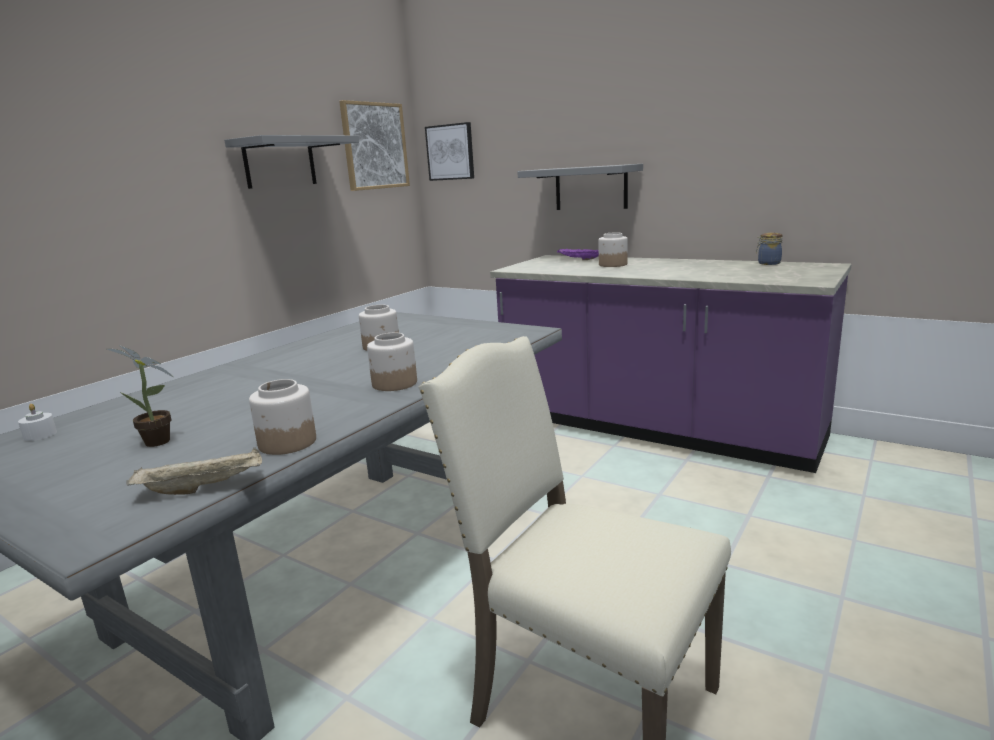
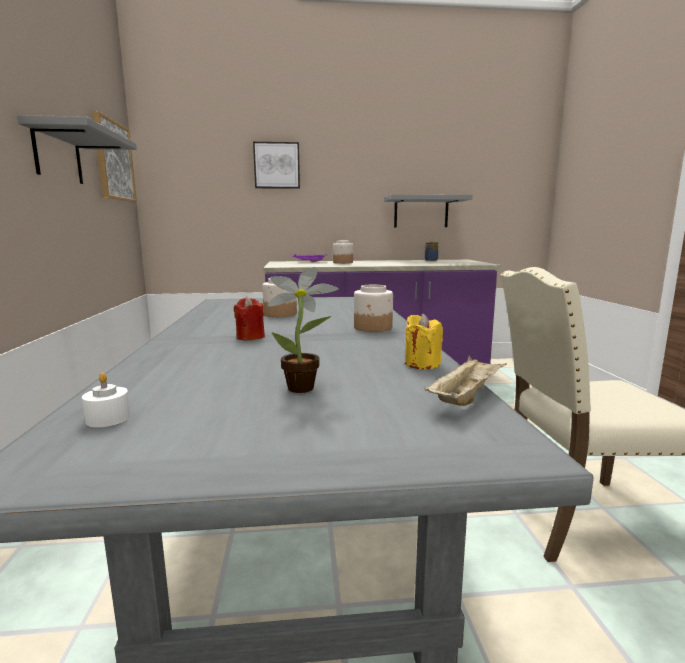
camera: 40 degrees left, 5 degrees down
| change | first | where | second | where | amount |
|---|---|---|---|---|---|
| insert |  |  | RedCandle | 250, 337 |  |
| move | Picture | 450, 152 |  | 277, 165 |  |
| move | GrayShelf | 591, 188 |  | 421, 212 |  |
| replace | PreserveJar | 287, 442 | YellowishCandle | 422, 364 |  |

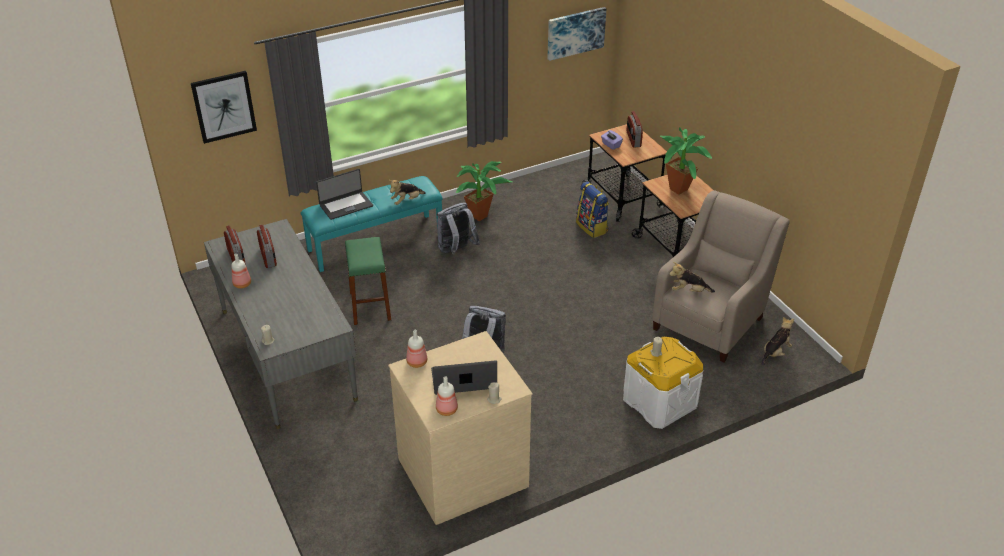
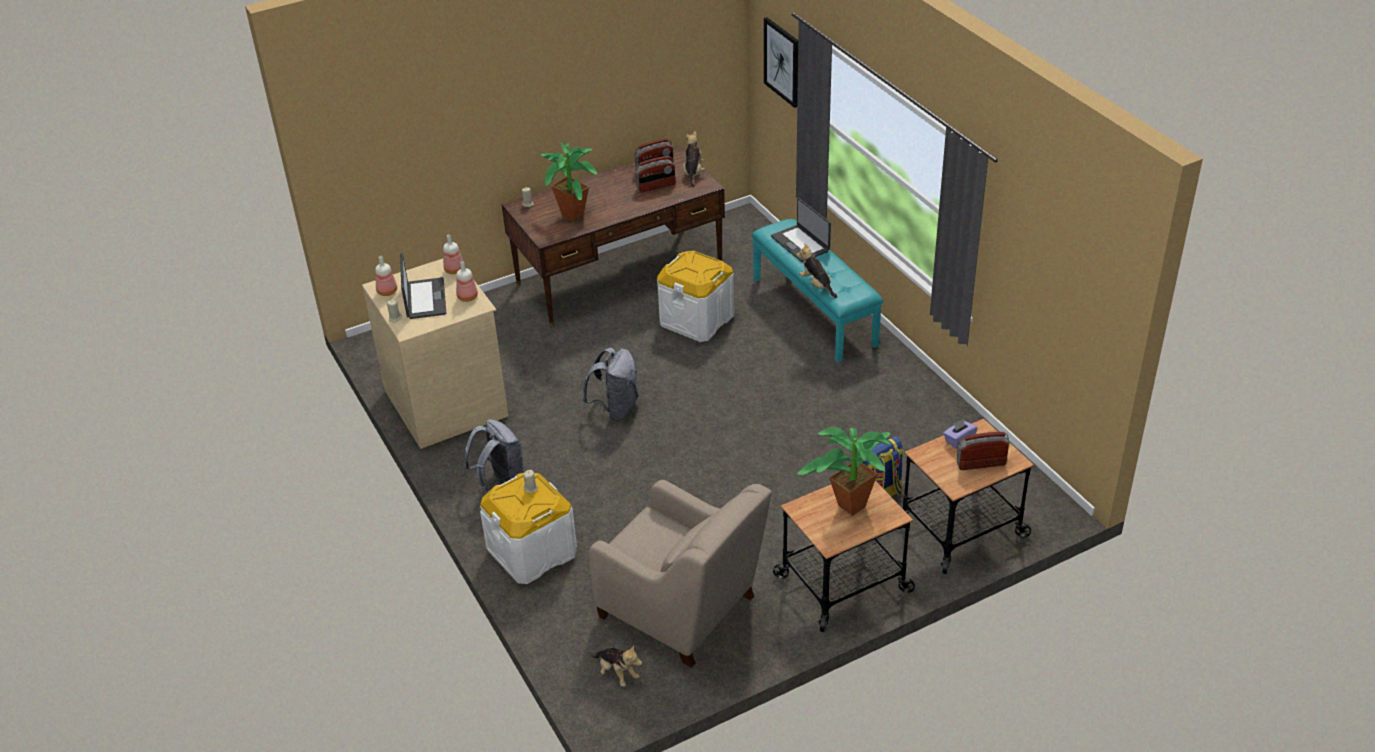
camera: 90 degrees right, 0 degrees up
| change | first | where | second | where | amount |
|---|---|---|---|---|---|
| delete | Picture | 575, 32 |  |  |  |
| move | Bottle | 243, 284 |  | 468, 297 |  |
| move | GrayKnapsack | 456, 250 |  | 500, 483 |  |
| move | PlantInAPot | 482, 215 |  | 574, 217 |  |
| move | SoftToy | 689, 291 |  | 693, 173 |  |
| replace | GreenishStoolSeat | 370, 306 | WhitishStorageBin | 696, 320 |  |
| recolor | GrayDeskTable | 287, 354 | BrownDeskTable | 619, 275 |  |

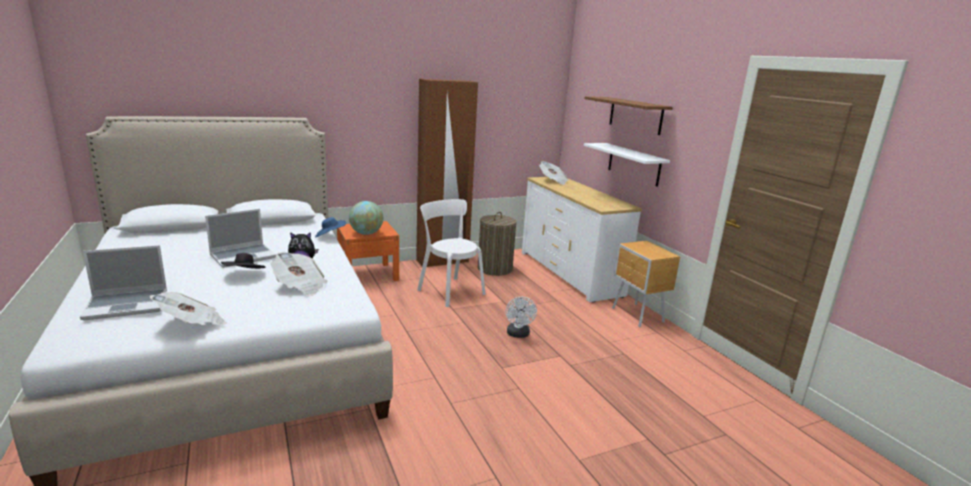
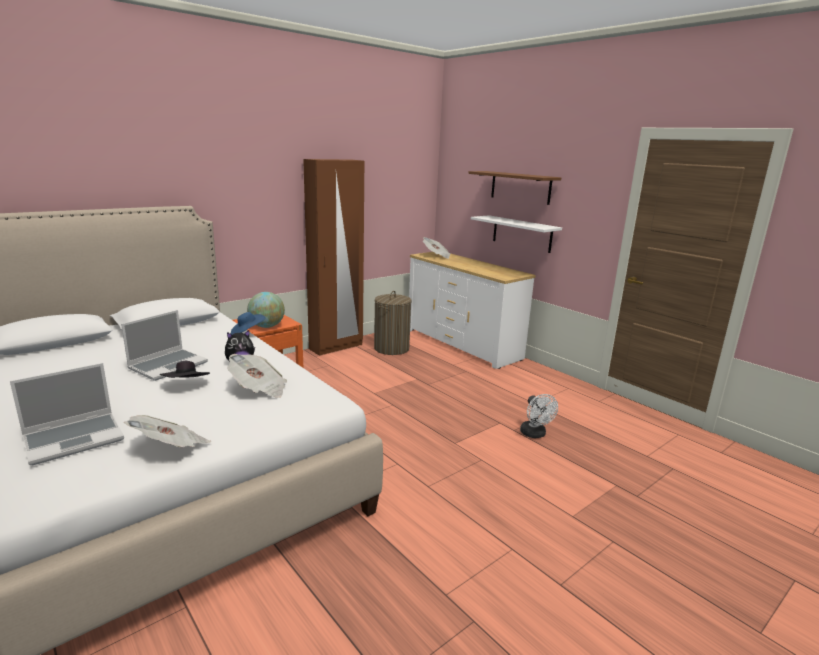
camera: 15 degrees left, 0 degrees up
| change | first | where | second | where | amount |
|---|---|---|---|---|---|
| delete | WhitishUprightChair | 449, 290 |  |  |  |
| delete | BrownBedsideTable | 637, 316 |  |  |  |
| move | WhitishElectricFan | 518, 335 |  | 535, 434 |  |

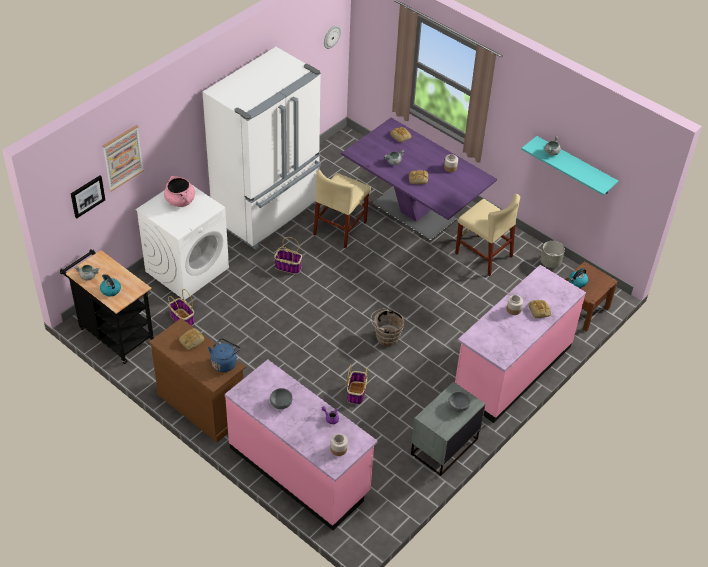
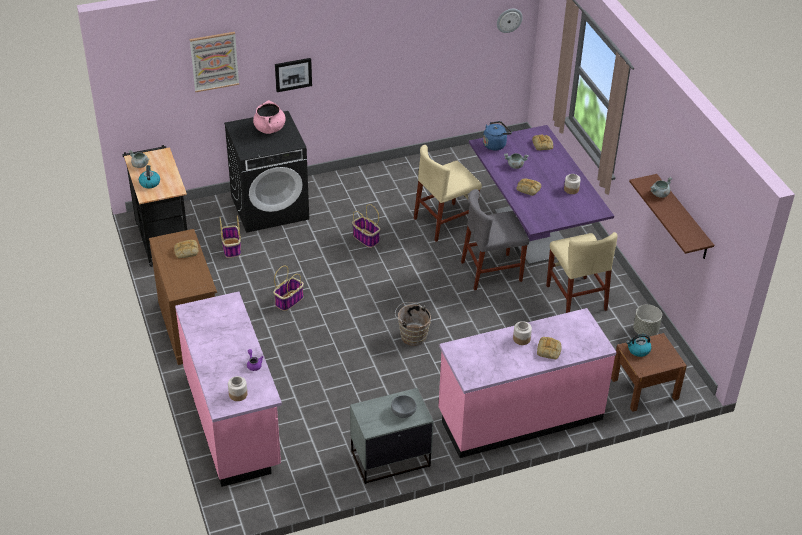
camera: 30 degrees right, 5 degrees down
| change | first | where | second | where | amount |
|---|---|---|---|---|---|
| delete | WhitishFridge | 268, 213 |  |  |  |
| delete | GrayBowl | 281, 403 |  |  |  |
| insert |  |  | GrayUprightChair | 491, 271 |  |
| move | Picture | 87, 196 |  | 293, 74 |  |
| move | BlueColouredTeaKettle | 224, 363 |  | 495, 144 |  |
| move | Basket | 356, 392 |  | 289, 300 |  |
| recolor | WhitishLaundryAppliance | 187, 269 | BlackishLaundryAppliance | 270, 207 |  |
| recolor | TurquoiseShelf | 575, 166 | BrownShelf | 682, 218 |  |

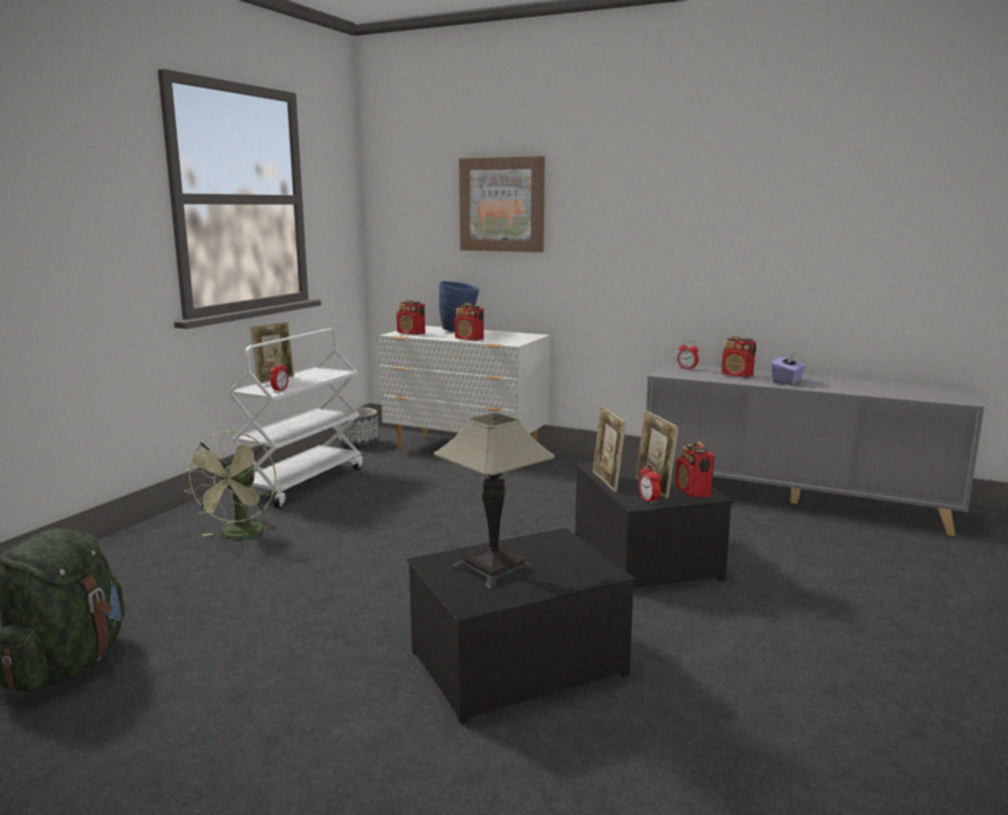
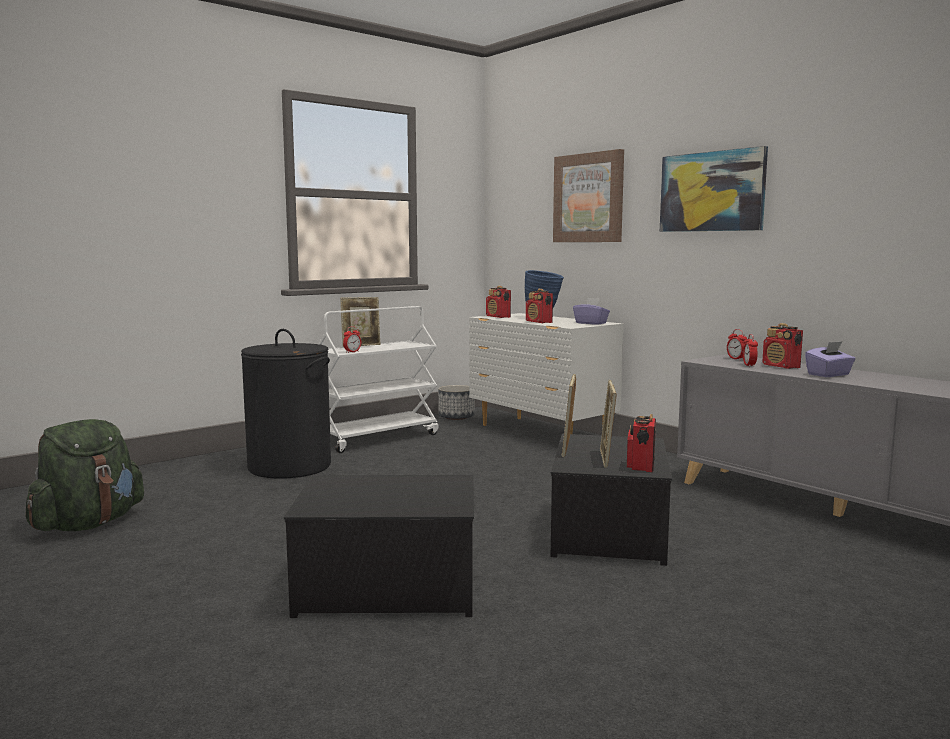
camera: 25 degrees right, 5 degrees down
| change | first | where | second | where | amount |
|---|---|---|---|---|---|
| delete | TabletopLamp | 494, 568 |  |  |  |
| insert |  |  | PurpleTissueHolder | 591, 323 |  |
| insert |  |  | Picture | 712, 191 |  |
| move | BedsideClock | 648, 500 |  | 749, 366 |  |
| replace | GreenishElectricFan | 240, 535 | BlackishHamper | 290, 466 |  |

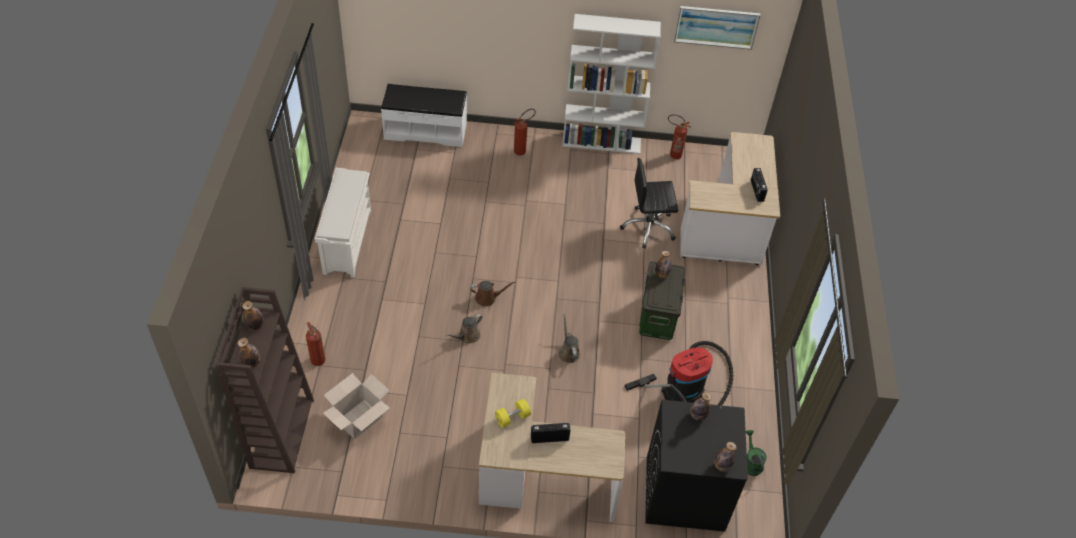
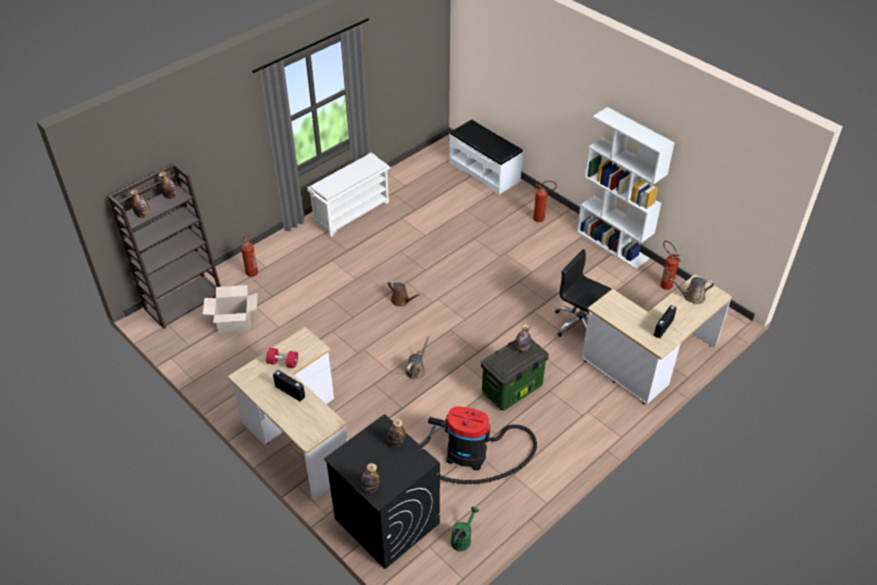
camera: 45 degrees right, 5 degrees down
| change | first | where | second | where | amount |
|---|---|---|---|---|---|
| delete | Picture | 716, 26 |  |  |  |
| move | BrownWateringPot | 467, 336 |  | 692, 297 |  |
| recolor | YellowishDumbbell | 512, 418 | RedDumbbell | 283, 363 |  |

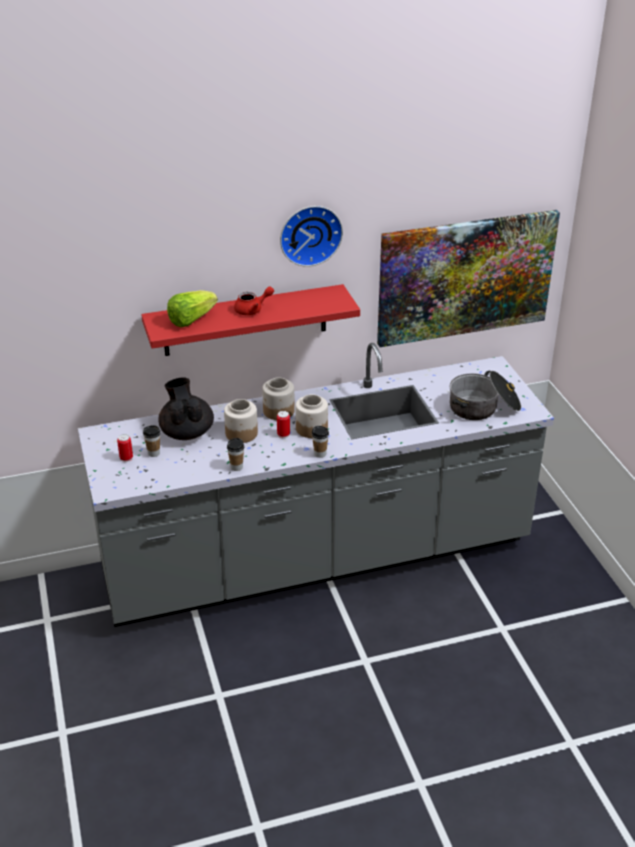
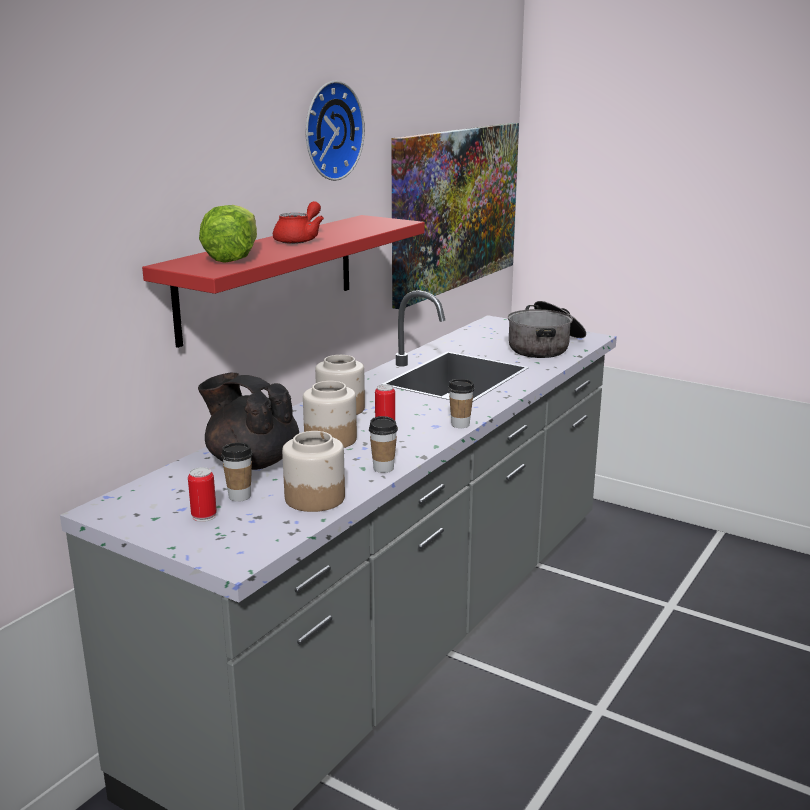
camera: 40 degrees left, 15 degrees down
| change | first | where | second | where | amount |
|---|---|---|---|---|---|
| move | PreserveJar | 312, 428 |  | 315, 498 |  |

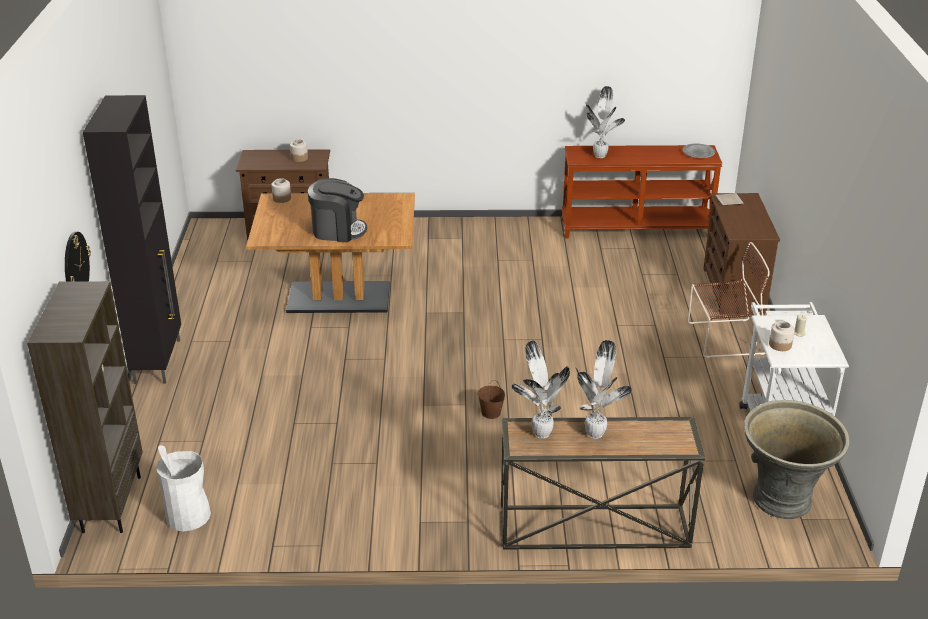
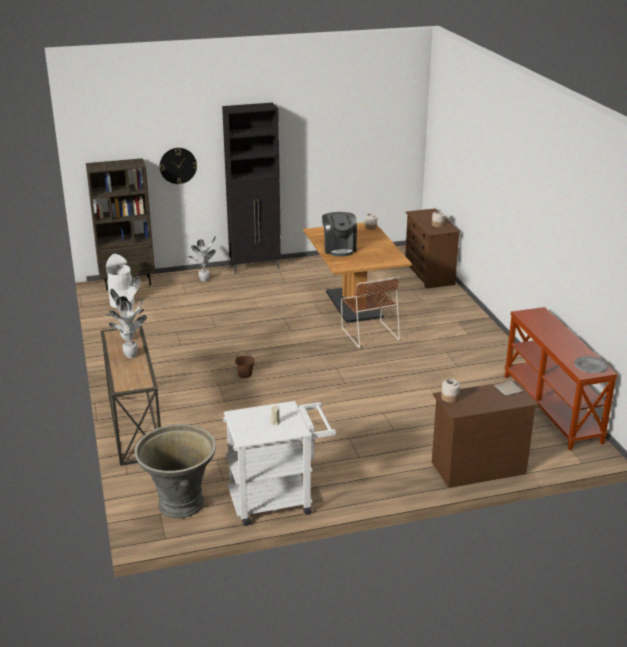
camera: 75 degrees right, 5 degrees down
| change | first | where | second | where | amount |
|---|---|---|---|---|---|
| move | PlantInAPot | 600, 155 |  | 205, 280 |  |
| move | BrownUprightChair | 723, 338 |  | 369, 333 |  |
| move | PreserveJar | 780, 345 |  | 450, 398 |  |

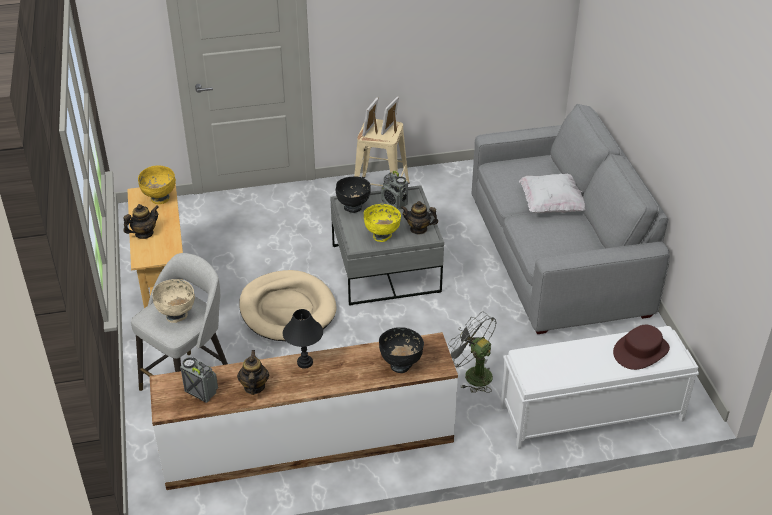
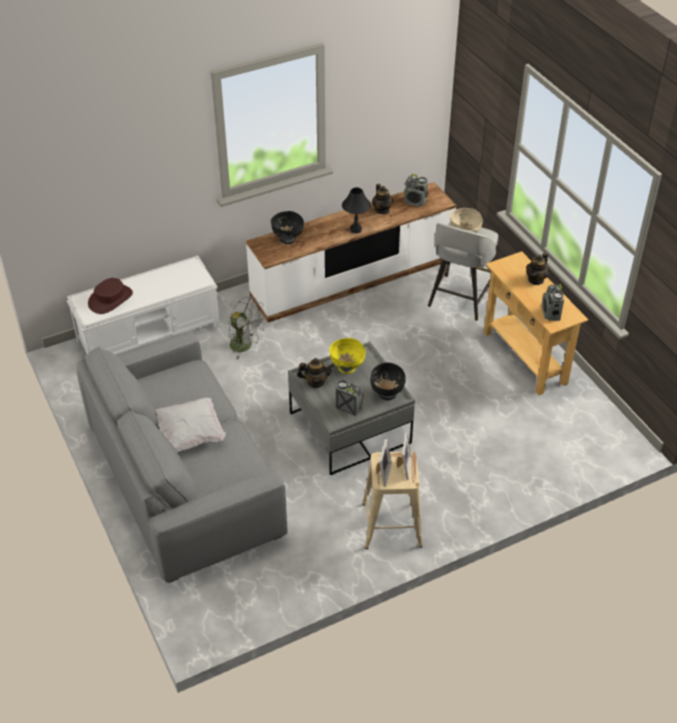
camera: 165 degrees right, 5 degrees up
| change | first | where | second | where | amount |
|---|---|---|---|---|---|
| delete | BeigeColouredPetBed | 287, 309 |  |  |  |
| replace | YellowishBowl | 159, 199 | Radio | 550, 314 |  |

